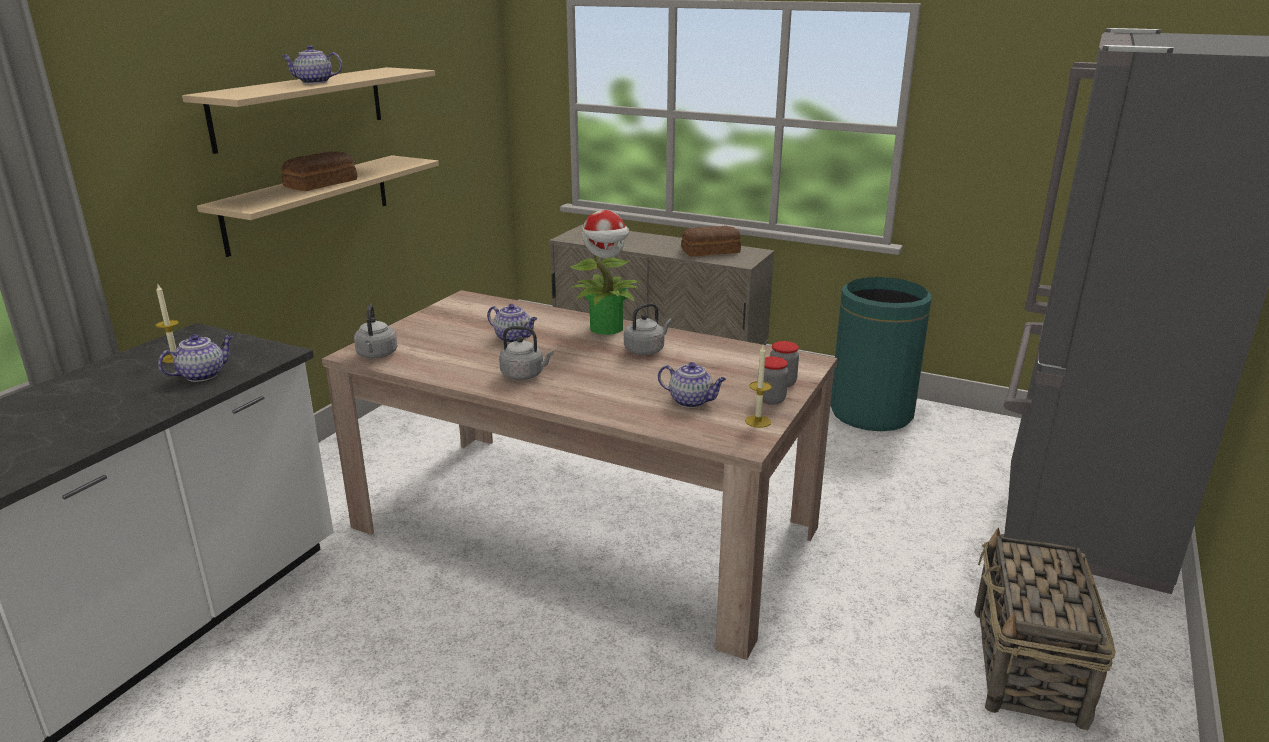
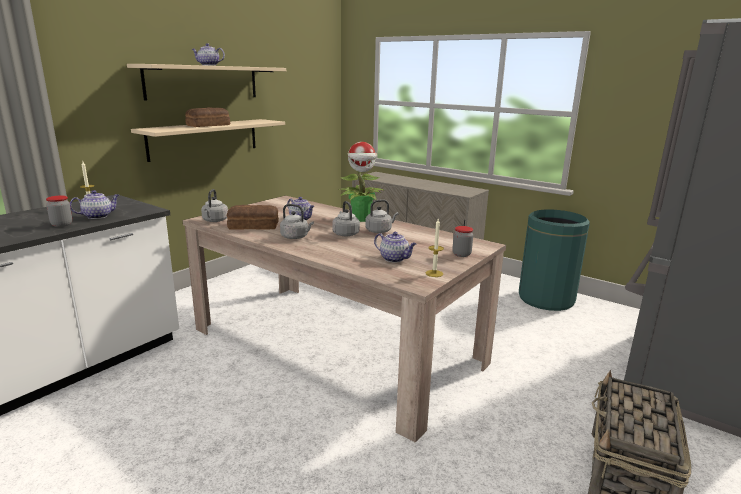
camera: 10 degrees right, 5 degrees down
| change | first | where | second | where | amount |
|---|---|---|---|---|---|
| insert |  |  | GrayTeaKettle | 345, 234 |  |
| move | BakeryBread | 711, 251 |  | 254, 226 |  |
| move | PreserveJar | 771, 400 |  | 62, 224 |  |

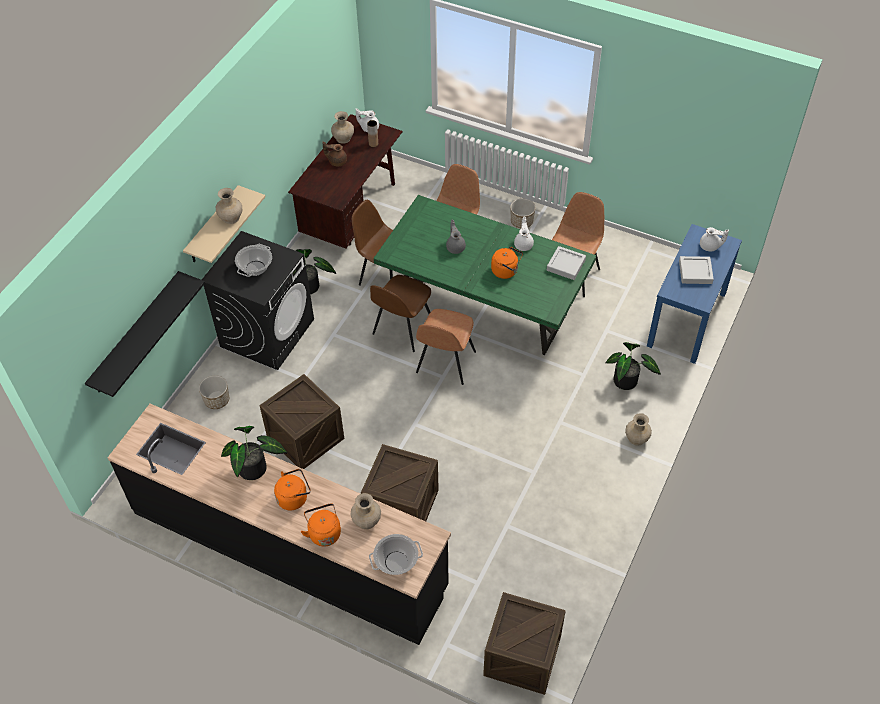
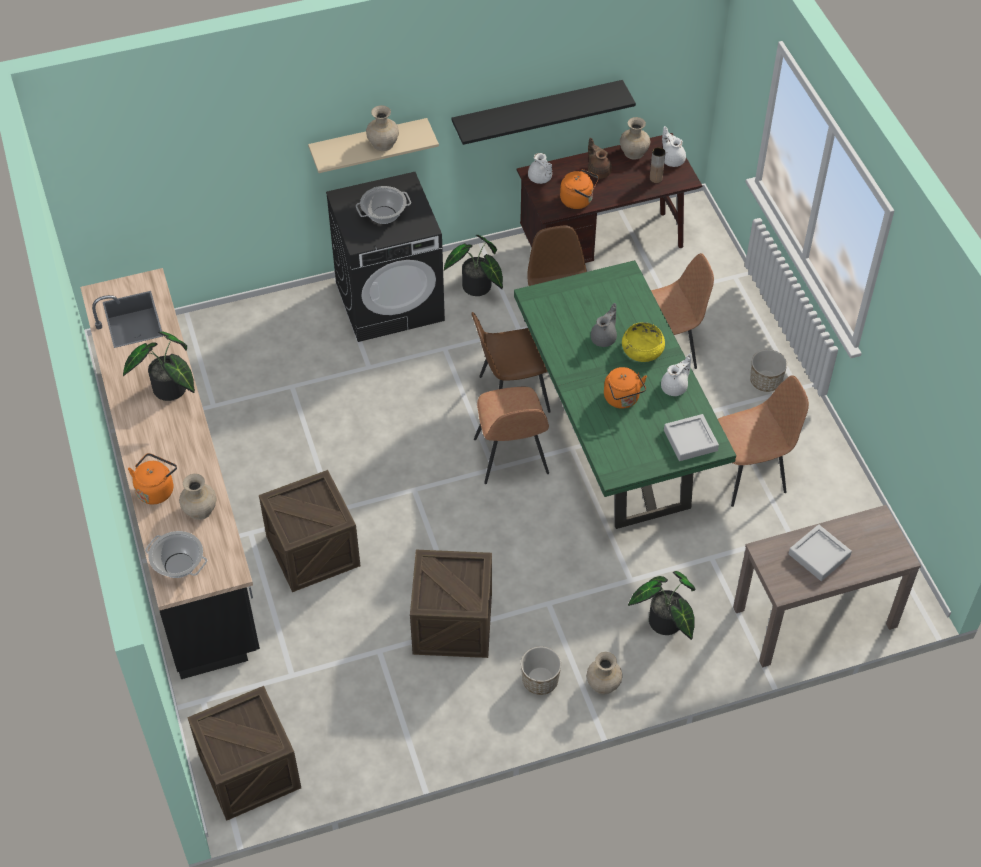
camera: 45 degrees right, 0 degrees up
| change | first | where | second | where | amount |
|---|---|---|---|---|---|
| insert |  |  | YellowishBowl | 642, 350 |  |
| move | BlackishShelf | 136, 333 |  | 537, 110 |  |
| move | PlantPot | 217, 400 |  | 540, 680 |  |
| move | PackingCrate | 305, 437 |  | 452, 623 |  |
| move | OrangeTeaKettle | 294, 497 |  | 578, 200 |  |
| move | WhitishTeapot | 710, 246 |  | 540, 179 |  |
| recolor | BlueColouredHallTable | 687, 319 | BrownHallTable | 814, 617 |  |
| rotate | BrownUprightChair | 445, 363 |  | 511, 458 | 75 degrees counterclockwise |

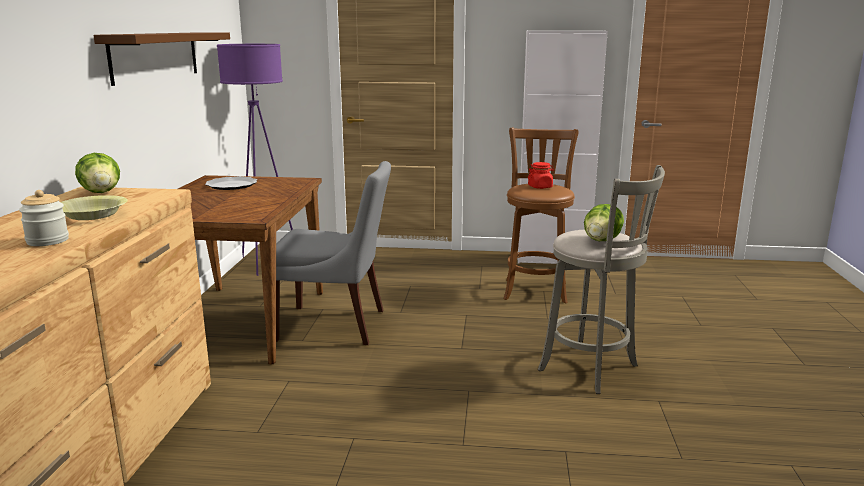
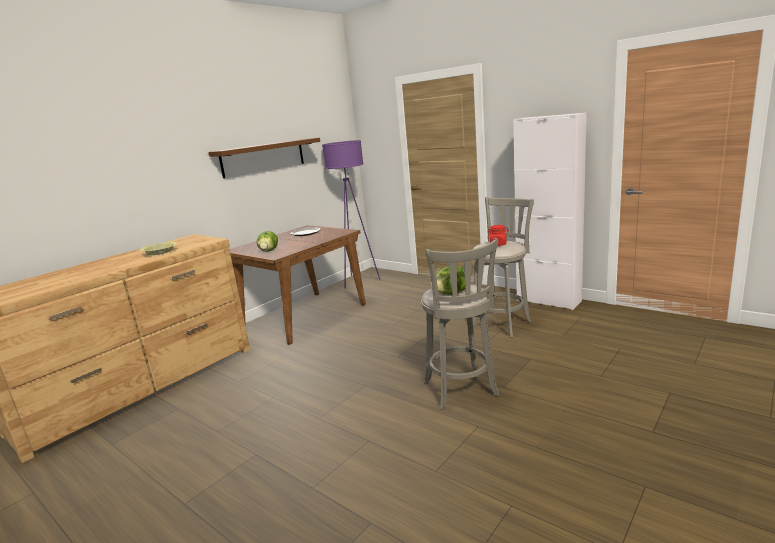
camera: 35 degrees right, 0 degrees up
| change | first | where | second | where | amount |
|---|---|---|---|---|---|
| delete | PreserveJar | 47, 241 |  |  |  |
| delete | GrayUprightChair | 335, 325 |  |  |  |
| move | Lettuce | 101, 192 |  | 268, 251 |  |
| recolor | BrownStoolSeat | 535, 289 | GrayStoolSeat | 502, 323 |  |

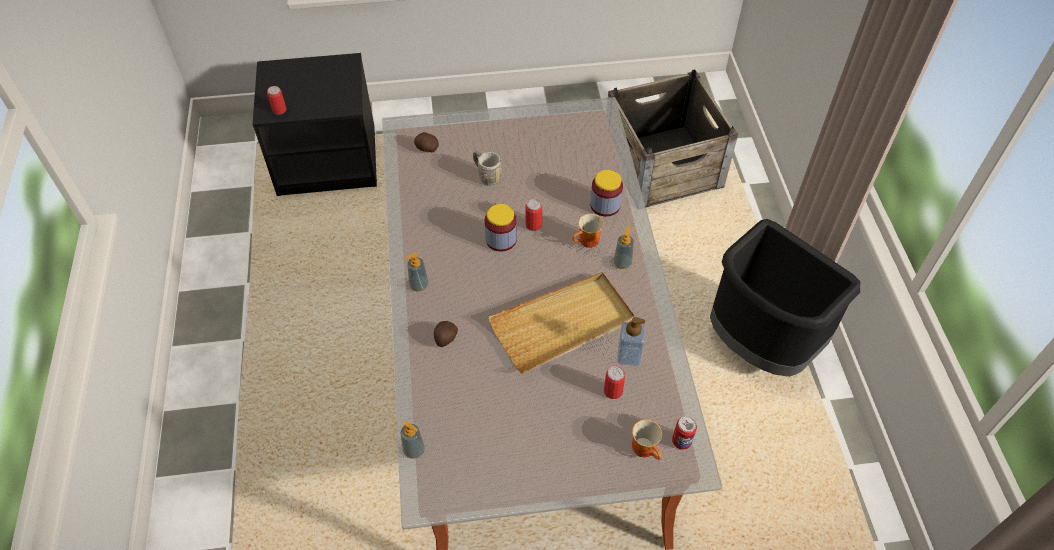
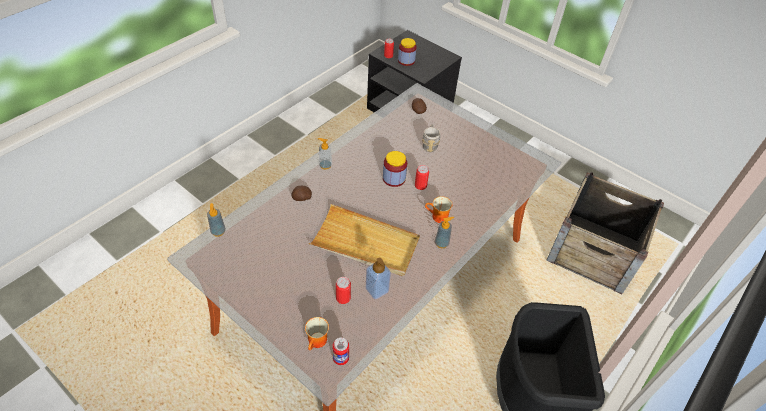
camera: 45 degrees right, 5 degrees down
| change | first | where | second | where | amount |
|---|---|---|---|---|---|
| move | PreserveJar | 605, 205 |  | 406, 61 |  |

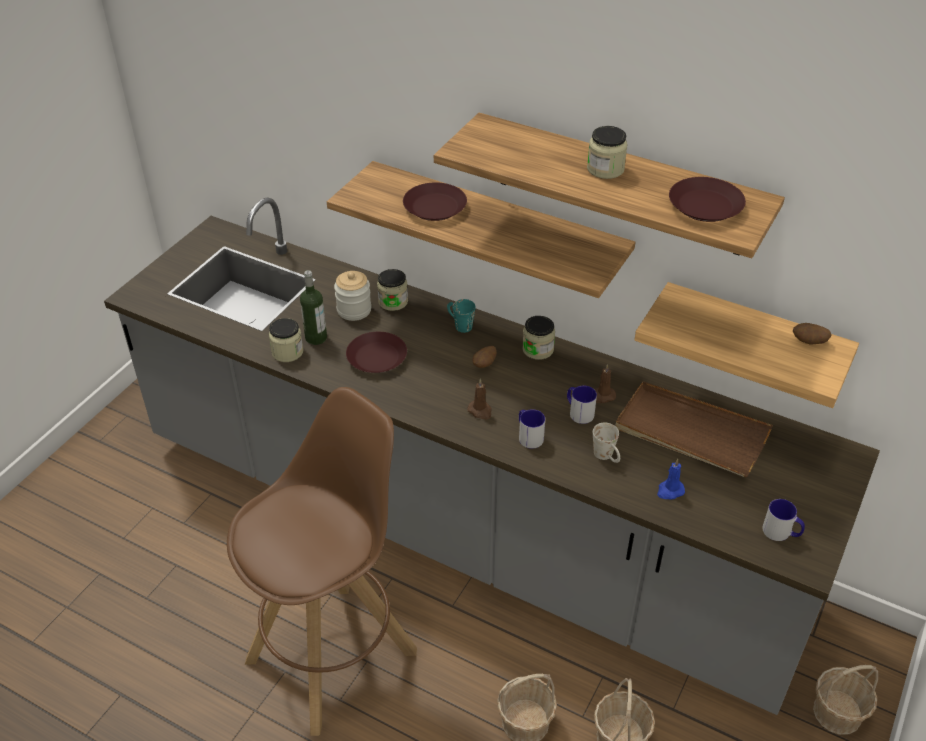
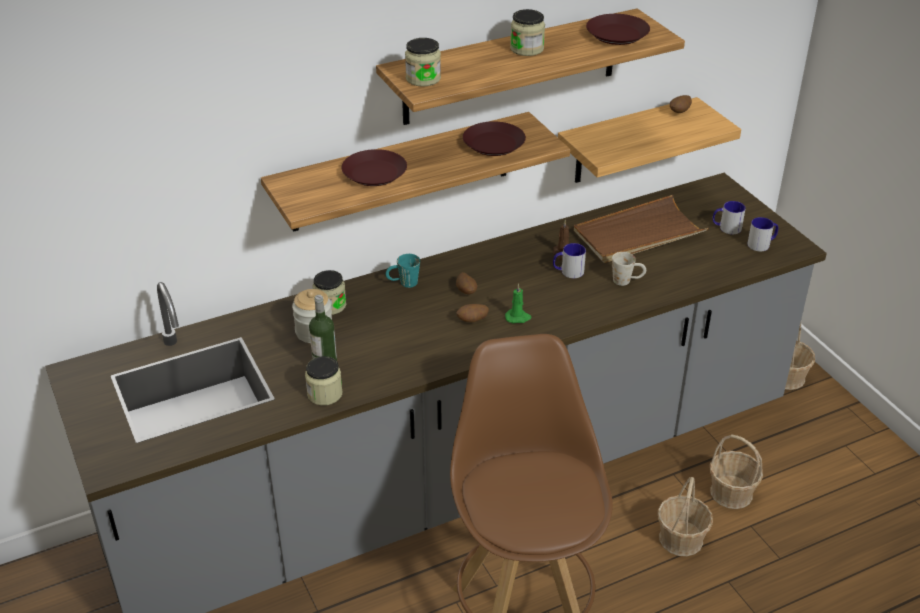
camera: 55 degrees left, 5 degrees down
| change | first | where | second | where | amount |
|---|---|---|---|---|---|
| delete | BlueColouredCandle | 670, 491 |  |  |  |
| insert |  |  | WholePotato | 472, 321 |  |
| move | BrownPlate | 376, 358 |  | 493, 144 |  |
| move | TeaMug | 528, 436 |  | 726, 228 |  |
| move | PreserveJar | 538, 349 |  | 423, 78 |  |
| recolor | BrownCandle | 480, 411 | GreenishCandle | 518, 317 |  |

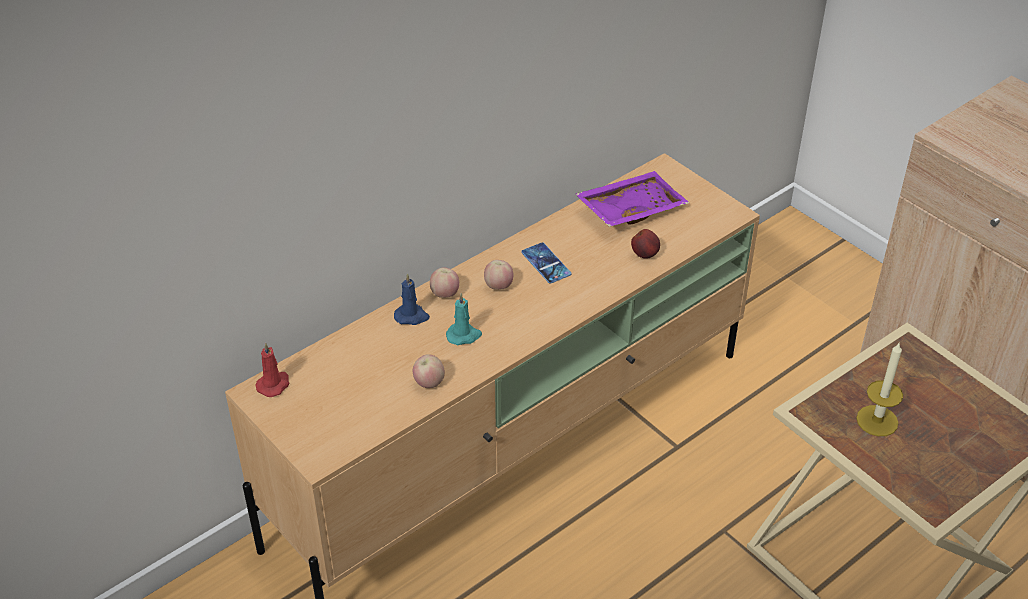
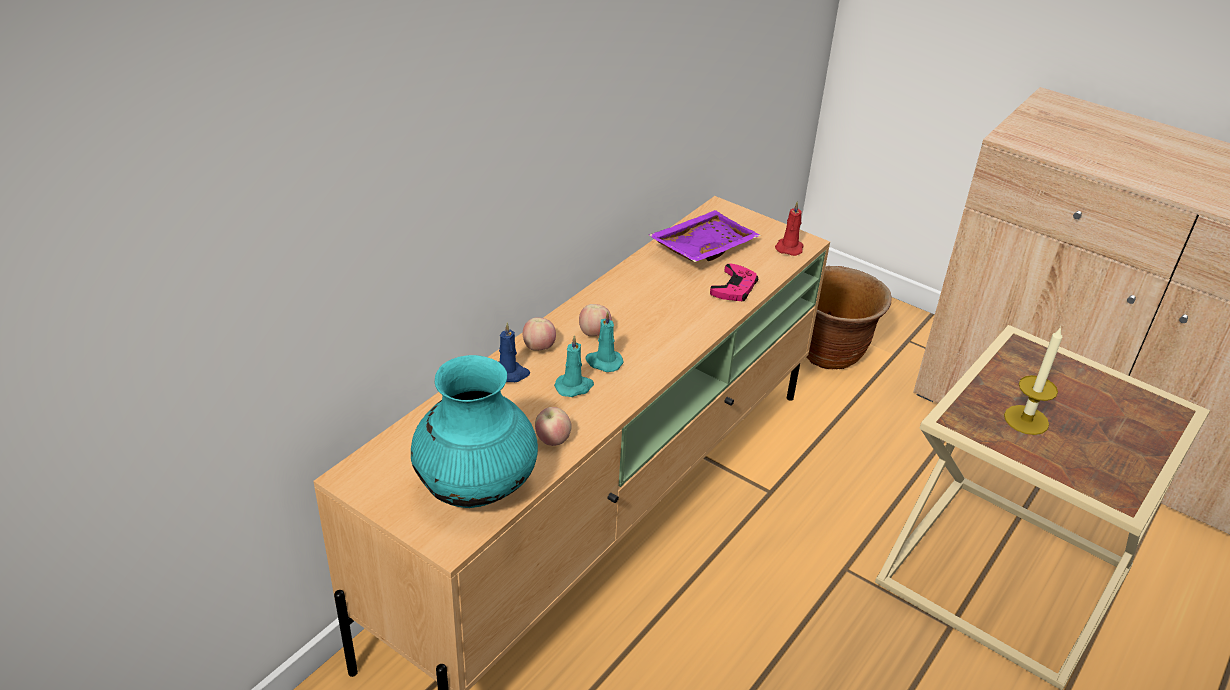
camera: 15 degrees left, 5 degrees down
| change | first | where | second | where | amount |
|---|---|---|---|---|---|
| delete | Handset | 546, 263 |  |  |  |
| insert |  |  | TurquoiseDecorativeVase | 476, 489 |  |
| insert |  |  | TurquoiseCandle | 603, 362 |  |
| insert |  |  | BrownPlantPot | 830, 353 |  |
| move | RedCandle | 274, 384 |  | 789, 248 |  |
| replace | Apple | 645, 254 | PinkJoypad | 734, 288 |  |

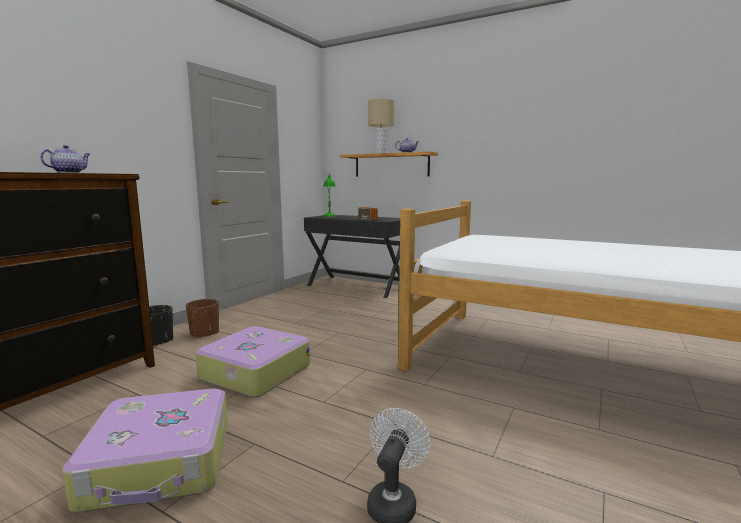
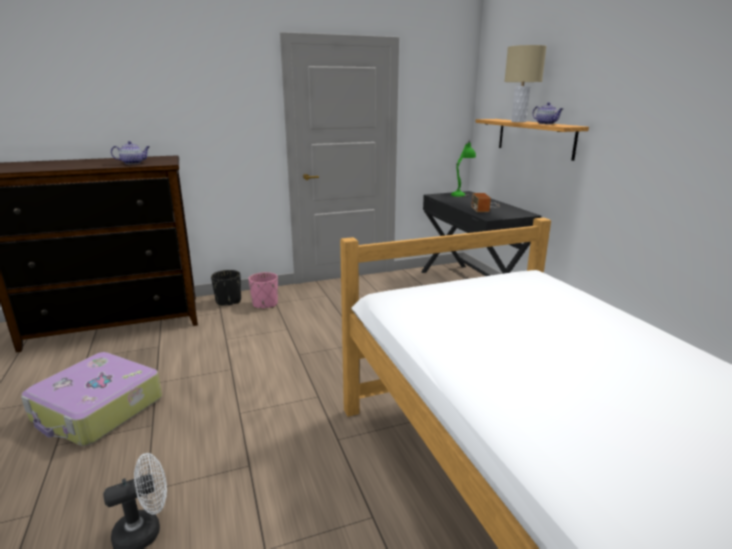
camera: 40 degrees right, 10 degrees up
| change | first | where | second | where | amount |
|---|---|---|---|---|---|
| delete | Suitcase | 254, 372 |  |  |  |
| recolor | BrownPlantPot | 204, 333 | PinkPlantPot | 265, 304 |  |

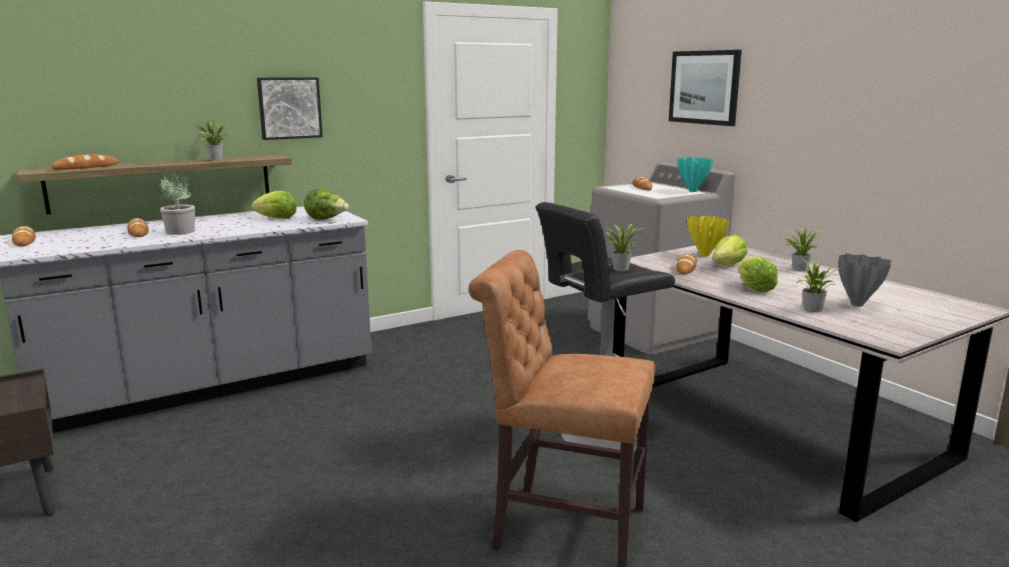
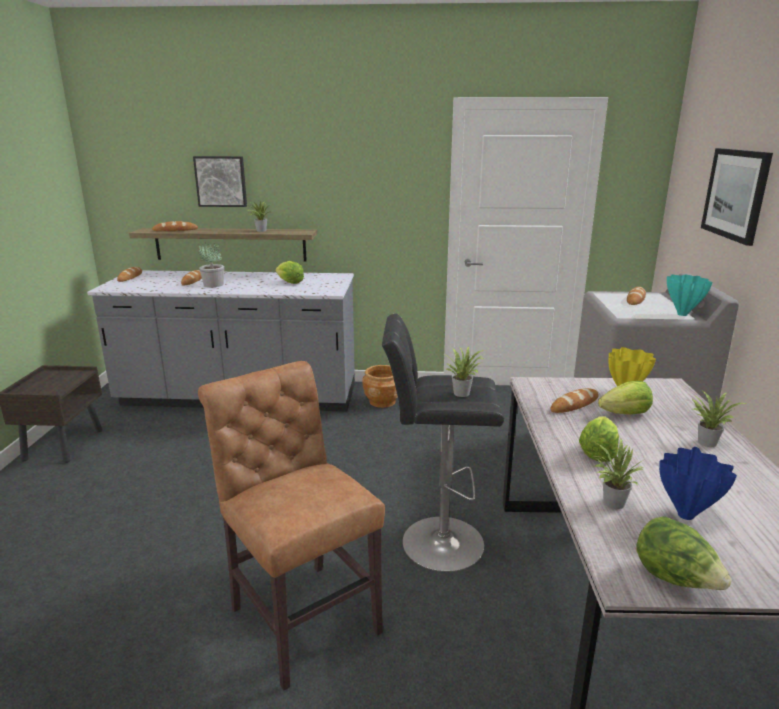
camera: 35 degrees right, 5 degrees up
| change | first | where | second | where | amount |
|---|---|---|---|---|---|
| insert |  |  | BrownPlantPot | 382, 401 |  |
| move | Picture | 289, 108 |  | 221, 181 |  |
| move | Lettuce | 326, 220 |  | 675, 579 |  |
| recolor | GrayDecorativeVase | 857, 305 | BlueColouredDecorativeVase | 685, 516 |  |

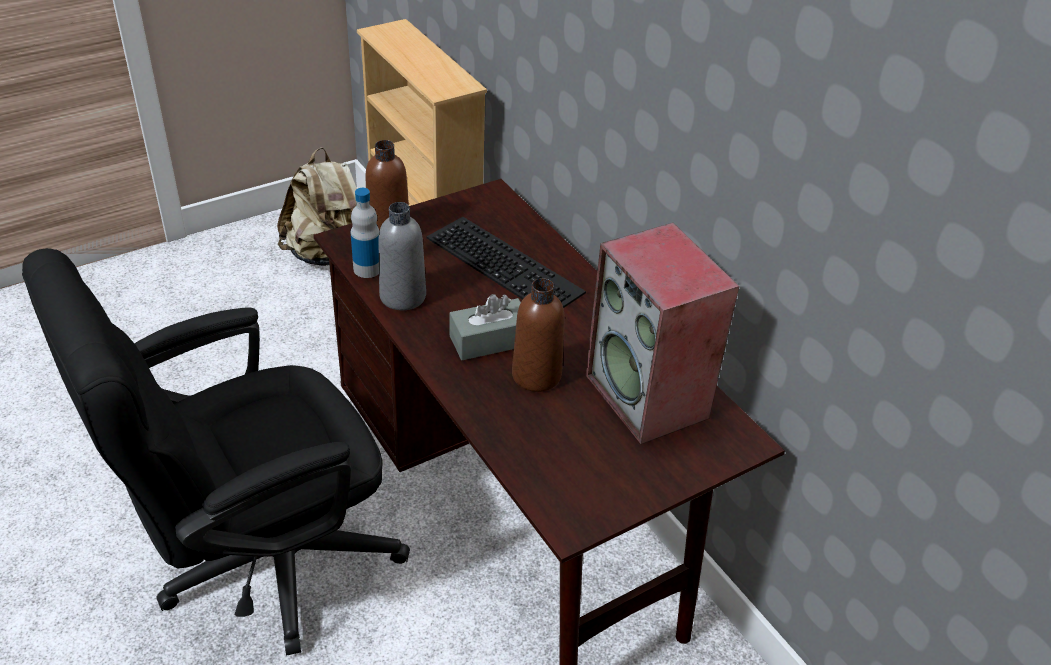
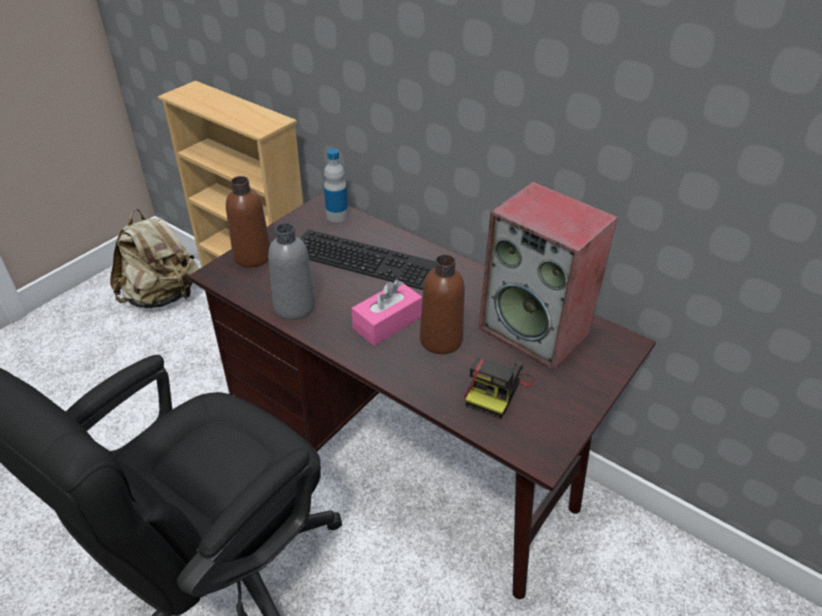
camera: 20 degrees left, 0 degrees up
| change | first | where | second | where | amount |
|---|---|---|---|---|---|
| insert |  |  | PhotoCamera | 497, 389 |  |
| move | Bottle | 367, 269 |  | 337, 216 |  |
| recolor | GrayTissueHolder | 489, 341 | PinkTissueHolder | 387, 323 |  |

